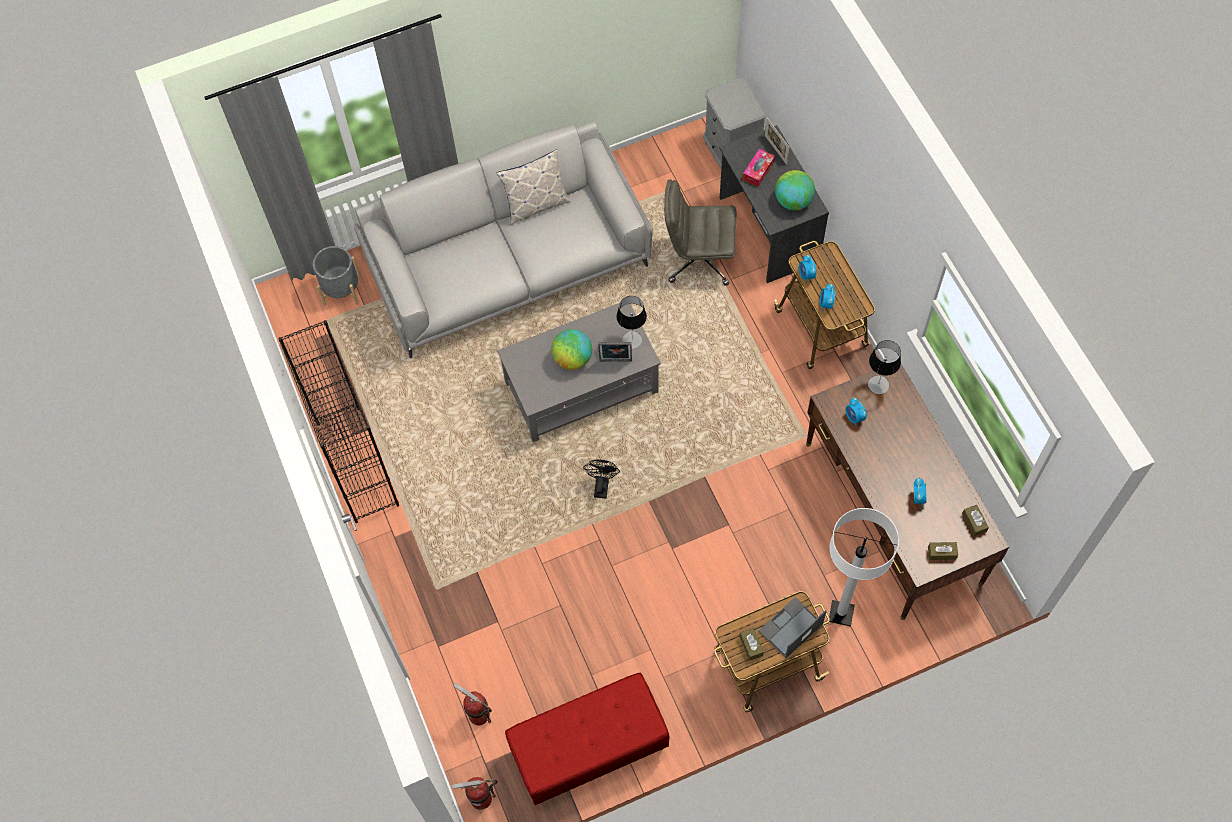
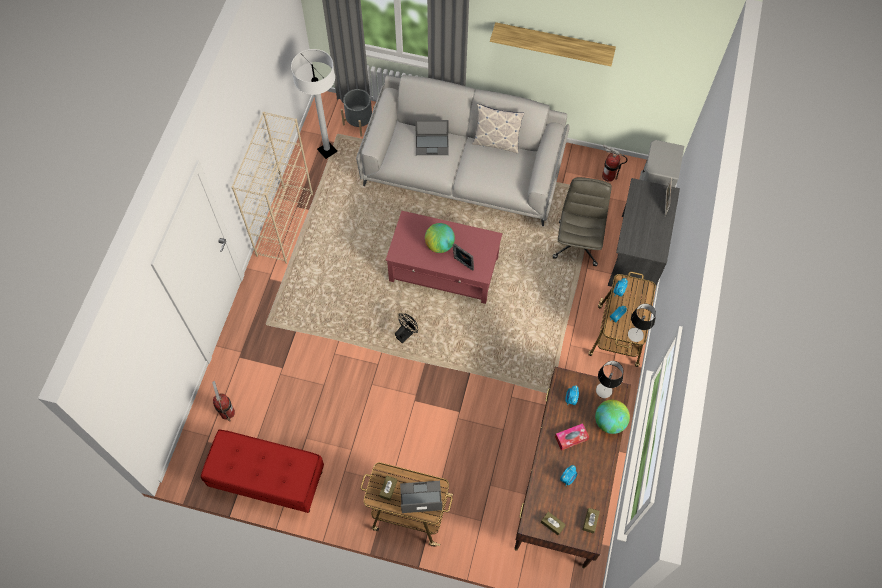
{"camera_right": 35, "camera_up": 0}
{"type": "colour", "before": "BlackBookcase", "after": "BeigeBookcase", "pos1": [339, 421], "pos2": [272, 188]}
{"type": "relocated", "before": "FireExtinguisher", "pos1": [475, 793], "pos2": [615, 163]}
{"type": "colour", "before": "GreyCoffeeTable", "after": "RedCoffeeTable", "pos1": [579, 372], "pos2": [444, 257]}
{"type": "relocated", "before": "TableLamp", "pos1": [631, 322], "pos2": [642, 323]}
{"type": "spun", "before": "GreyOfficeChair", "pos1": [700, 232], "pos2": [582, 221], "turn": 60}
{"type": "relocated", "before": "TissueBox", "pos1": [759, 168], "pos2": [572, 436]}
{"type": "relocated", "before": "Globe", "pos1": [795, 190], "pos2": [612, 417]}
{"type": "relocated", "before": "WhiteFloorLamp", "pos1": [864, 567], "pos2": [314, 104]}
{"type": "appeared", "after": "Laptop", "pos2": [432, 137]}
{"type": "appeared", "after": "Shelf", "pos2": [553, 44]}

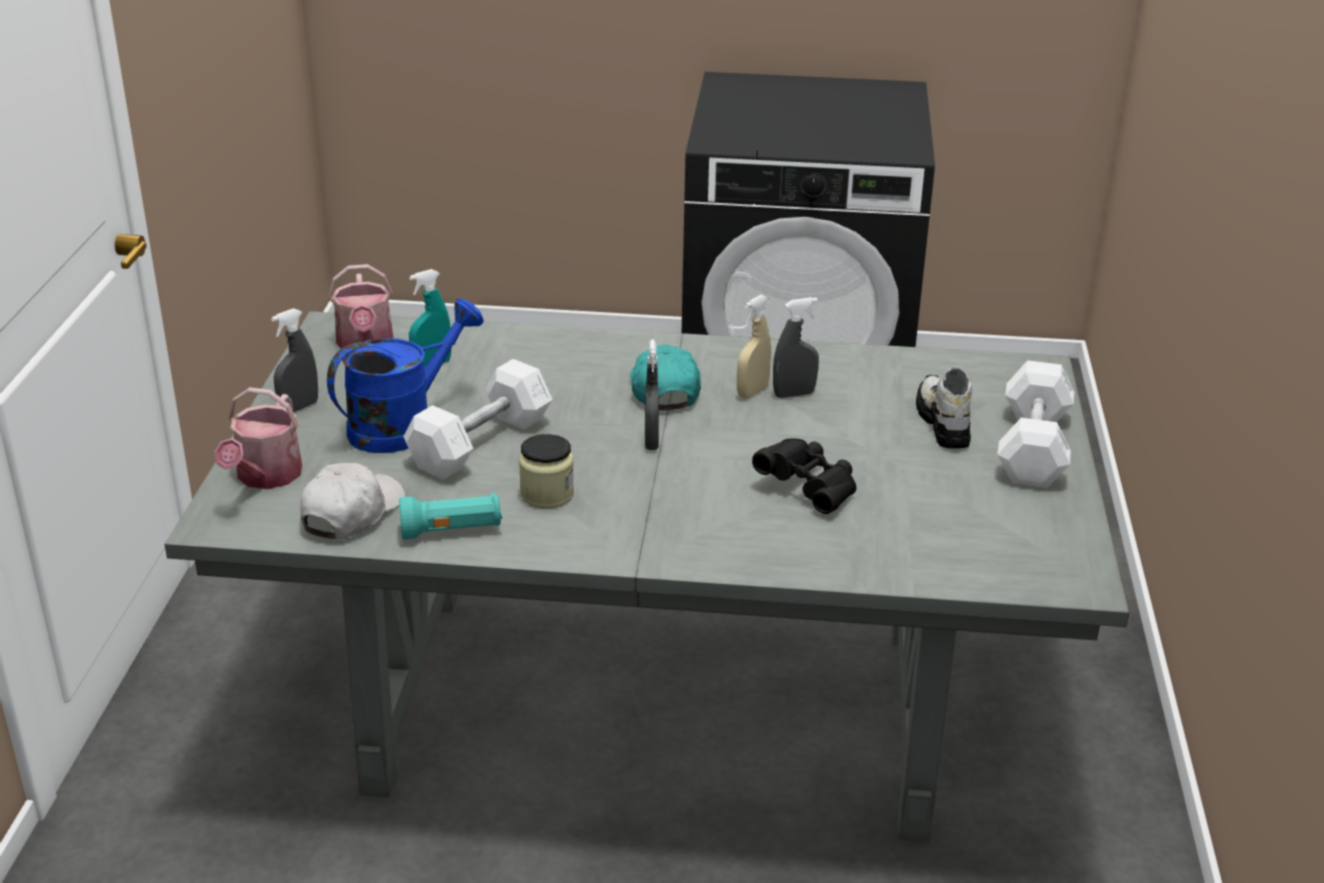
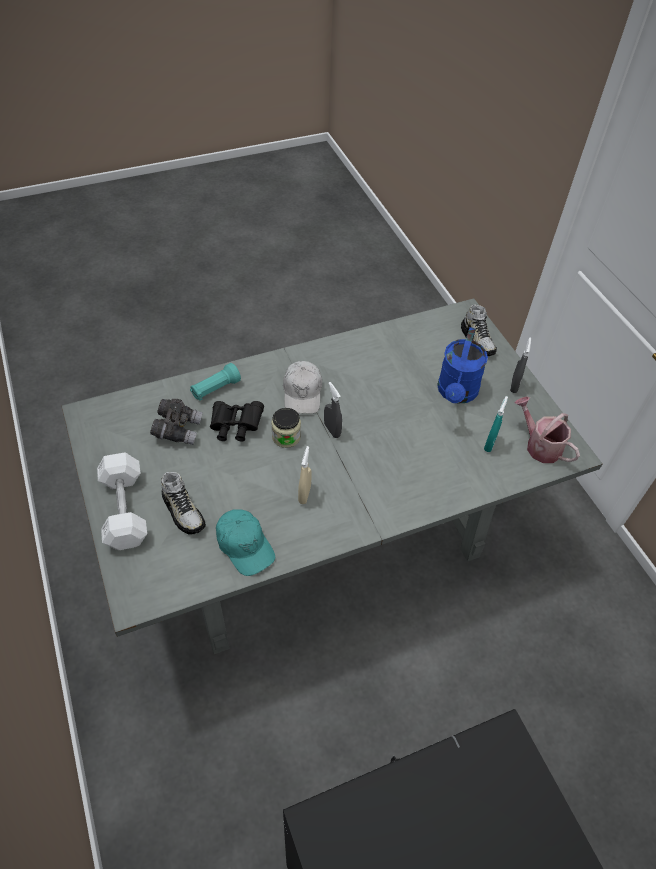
{"camera_right": 150, "camera_up": 20}
{"type": "exchanged", "before": "WateringCan", "after": "Shoe", "pos1": [258, 438], "pos2": [479, 330]}
{"type": "relocated", "before": "WhiteCap", "pos1": [353, 501], "pos2": [302, 387]}
{"type": "relocated", "before": "TurquoiseFlashlight", "pos1": [450, 516], "pos2": [215, 382]}
{"type": "missing", "before": "WhiteDumbbell", "pos1": [478, 419]}
{"type": "relocated", "before": "Jar", "pos1": [546, 471], "pos2": [286, 428]}
{"type": "relocated", "before": "TurquoiseCap", "pos1": [665, 377], "pos2": [245, 542]}
{"type": "missing", "before": "GreySprayBottle", "pos1": [796, 347]}
{"type": "appeared", "after": "GreyBinoculars", "pos2": [176, 422]}

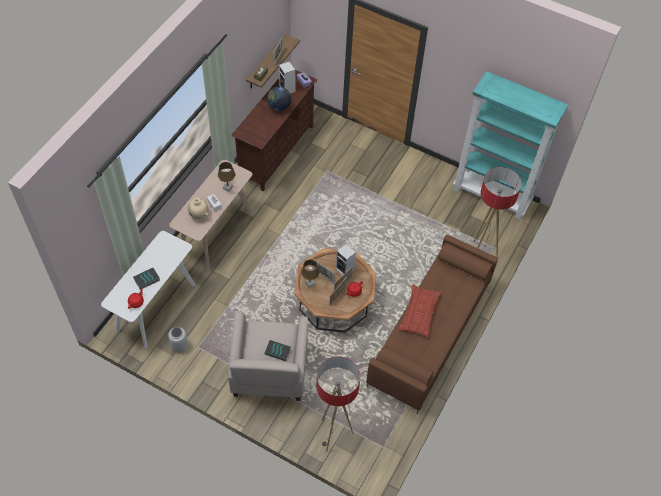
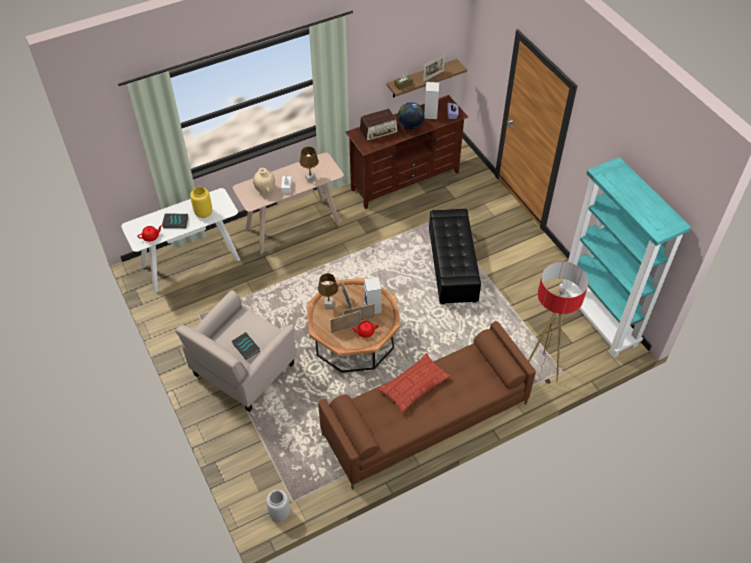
{"camera_right": 35, "camera_up": -5}
{"type": "relocated", "before": "GreyVase", "pos1": [178, 339], "pos2": [278, 506]}
{"type": "missing", "before": "FloorLamp", "pos1": [338, 404]}
{"type": "appeared", "after": "YellowVase", "pos2": [201, 202]}
{"type": "appeared", "after": "Radio", "pos2": [379, 125]}
{"type": "appeared", "after": "BlackOttoman", "pos2": [455, 256]}

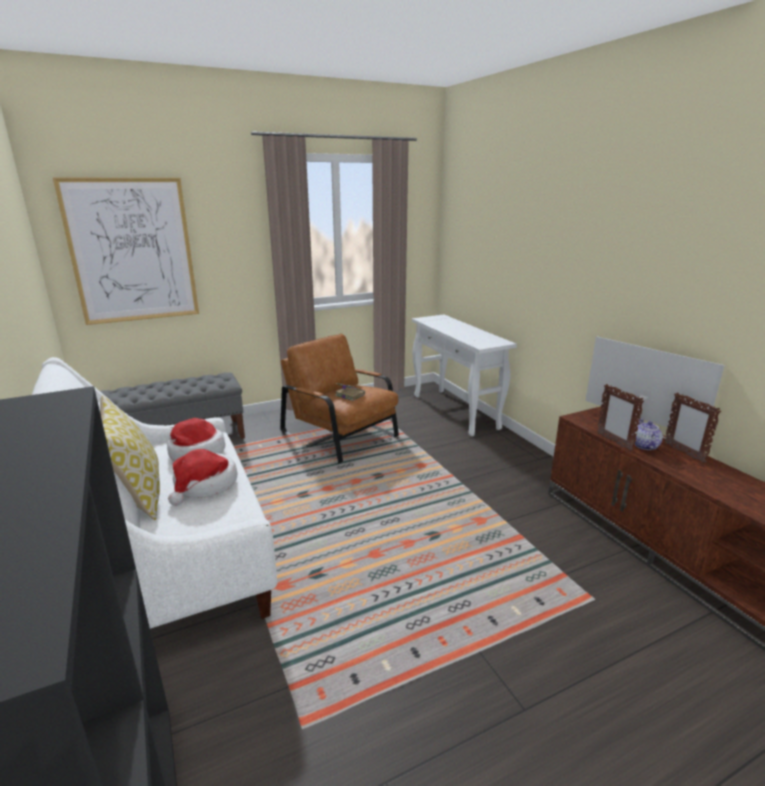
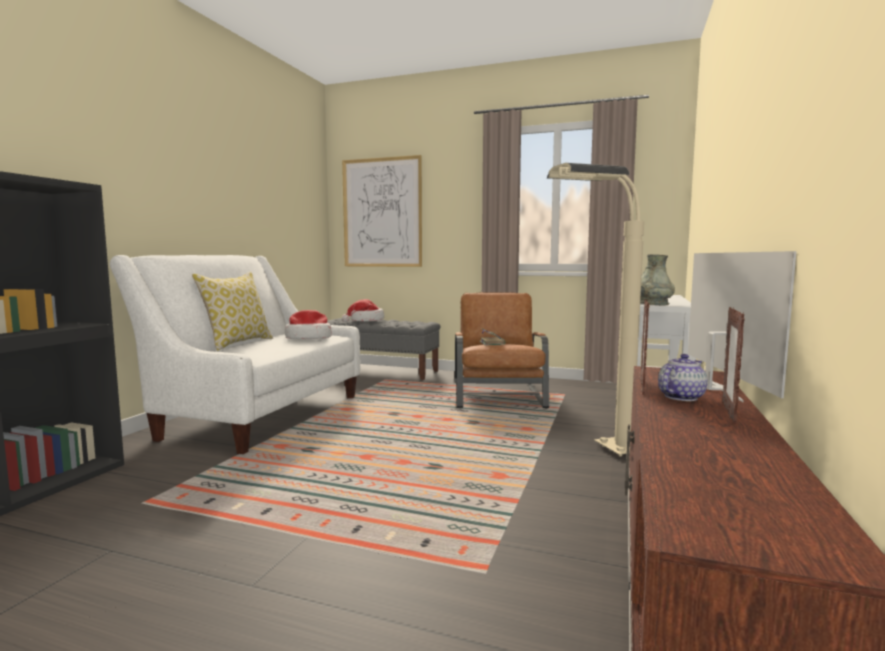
{"camera_right": 45, "camera_up": -15}
{"type": "relocated", "before": "Hat", "pos1": [202, 477], "pos2": [363, 310]}
{"type": "appeared", "after": "BeigeFloorLamp", "pos2": [595, 310]}
{"type": "appeared", "after": "GreyVase", "pos2": [657, 280]}

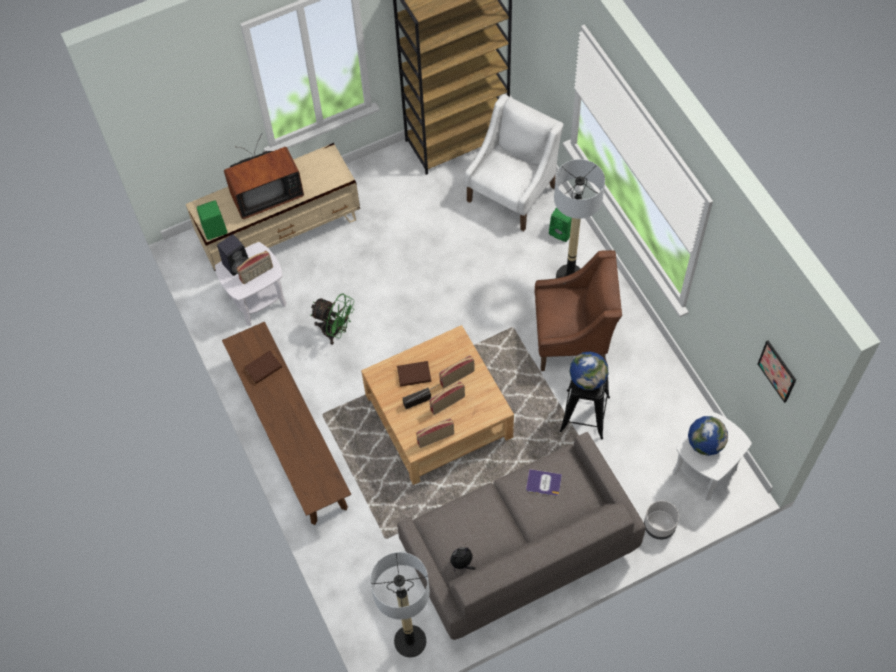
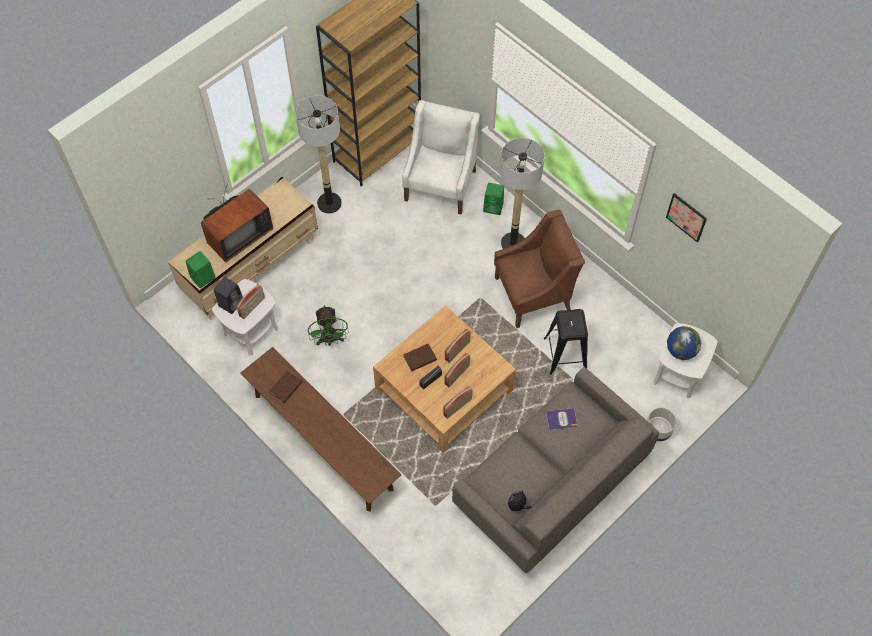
{"camera_right": -20, "camera_up": 0}
{"type": "spun", "before": "GreenFan", "pos1": [333, 319], "pos2": [328, 325], "turn": 75}
{"type": "relocated", "before": "FloorLamp", "pos1": [400, 605], "pos2": [319, 155]}
{"type": "missing", "before": "Globe", "pos1": [589, 370]}
{"type": "relocated", "before": "Picture", "pos1": [777, 371], "pos2": [686, 218]}

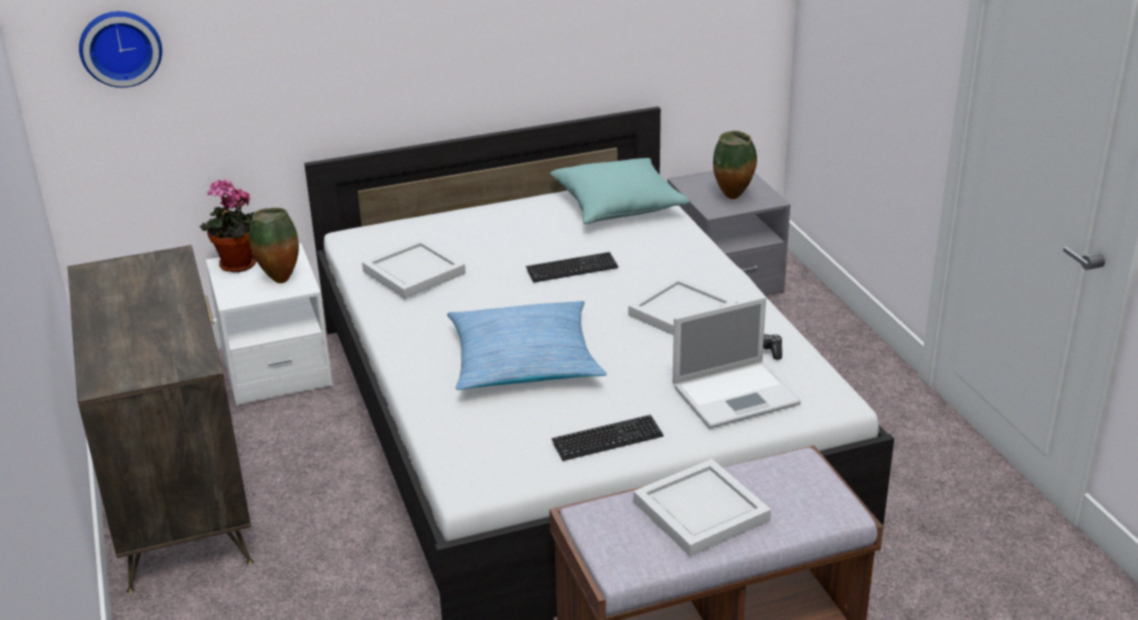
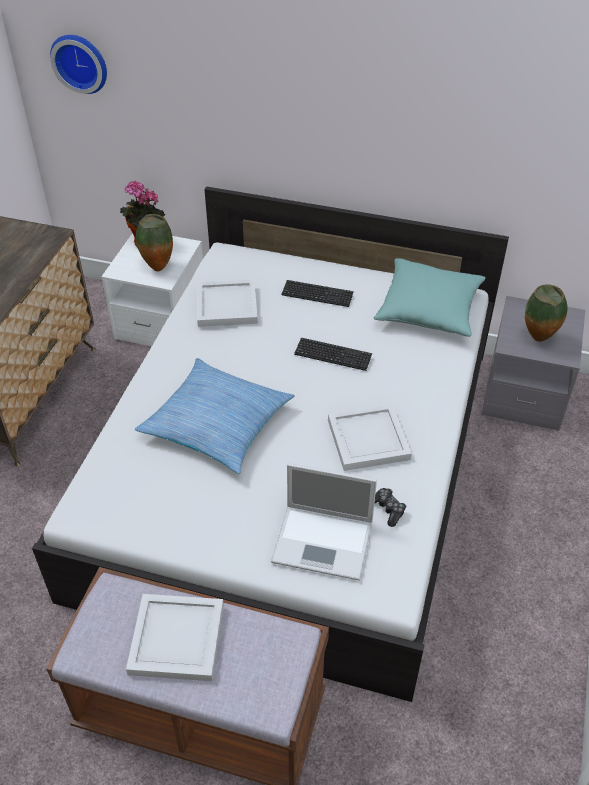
{"camera_right": 35, "camera_up": 15}
{"type": "relocated", "before": "Keyboard", "pos1": [607, 438], "pos2": [317, 293]}

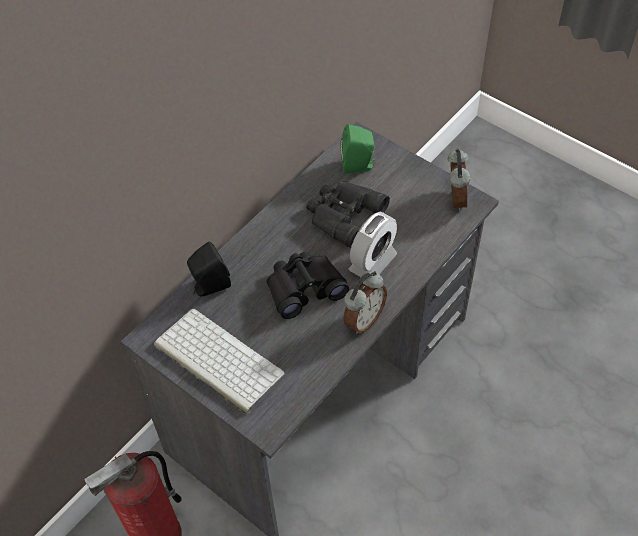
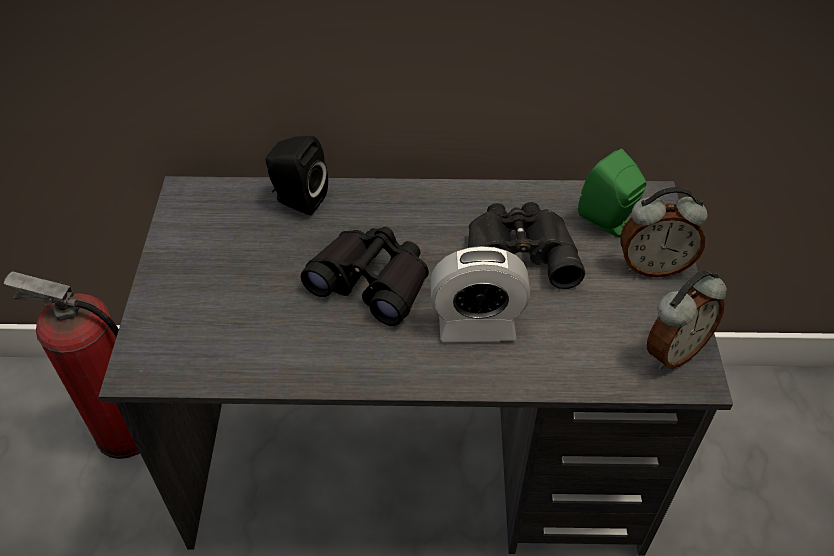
{"camera_right": 50, "camera_up": -5}
{"type": "missing", "before": "Keyboard", "pos1": [219, 361]}
{"type": "relocated", "before": "AlarmClock", "pos1": [365, 302], "pos2": [663, 232]}

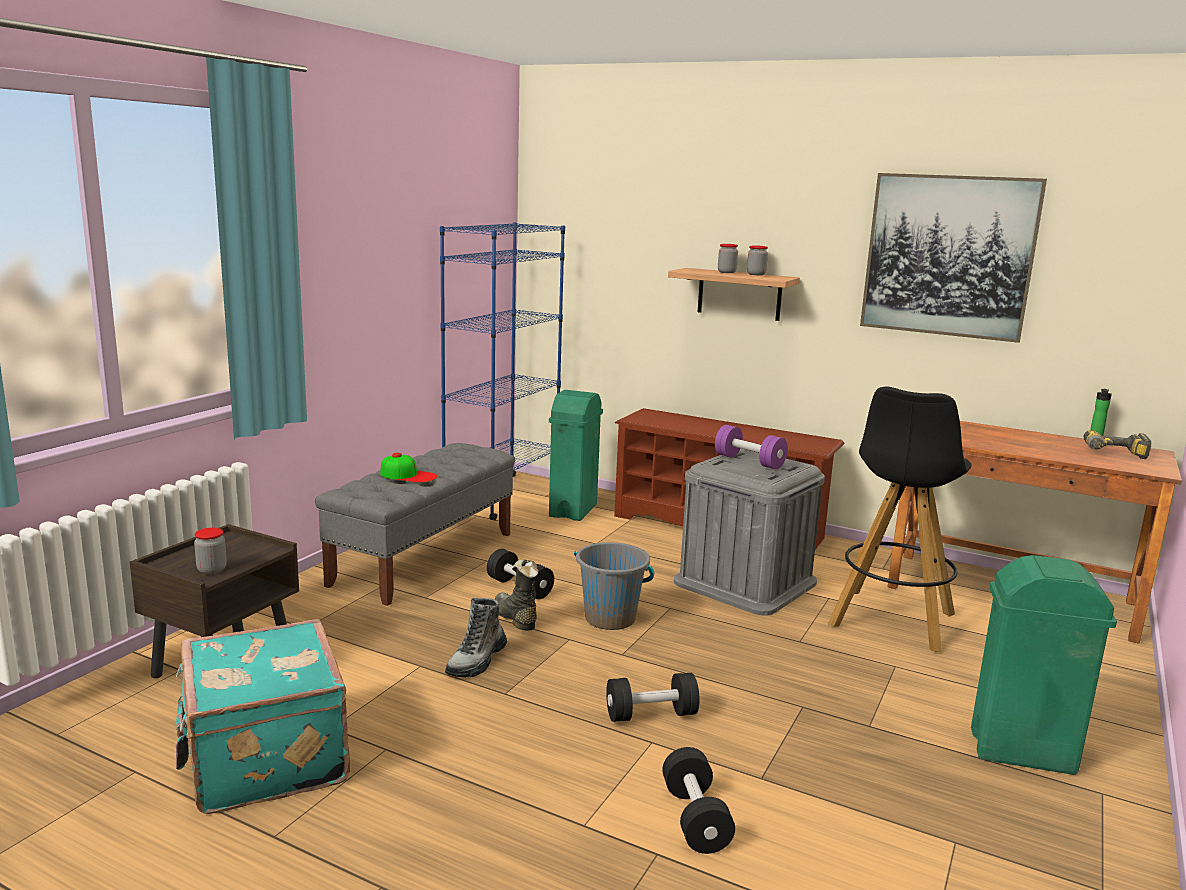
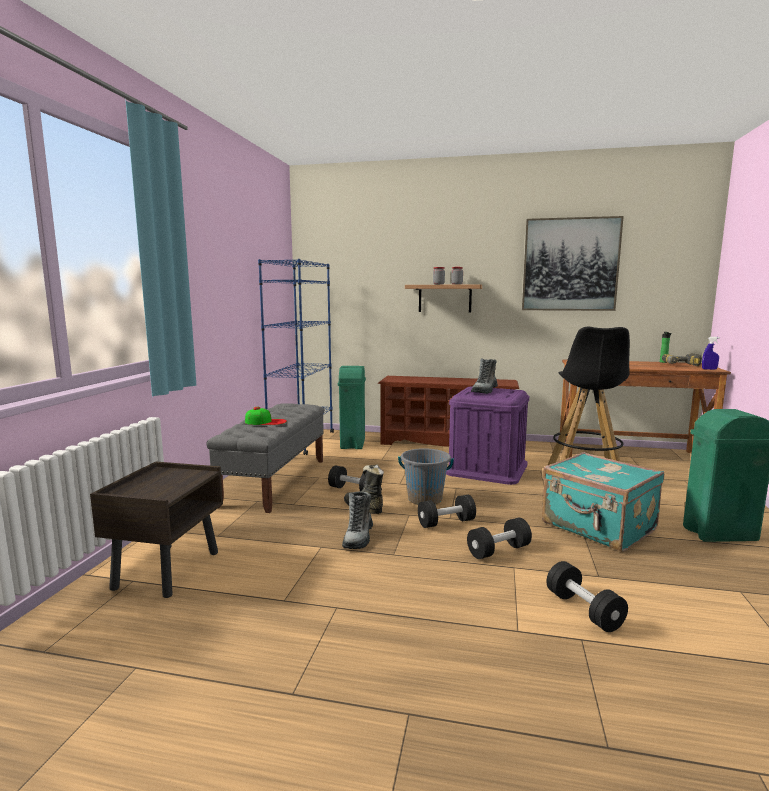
{"camera_right": -15, "camera_up": -5}
{"type": "relocated", "before": "TurquoiseSuitcase", "pos1": [263, 716], "pos2": [603, 502]}
{"type": "missing", "before": "Jar", "pos1": [210, 551]}
{"type": "colour", "before": "GreyStorageBox", "after": "PurpleStorageBox", "pos1": [749, 532], "pos2": [487, 435]}
{"type": "exchanged", "before": "PurpleDumbbell", "after": "Boot", "pos1": [751, 447], "pos2": [484, 376]}
{"type": "appeared", "after": "BlackDumbbell", "pos2": [447, 511]}
{"type": "appeared", "after": "BlueSprayBottle", "pos2": [711, 353]}

